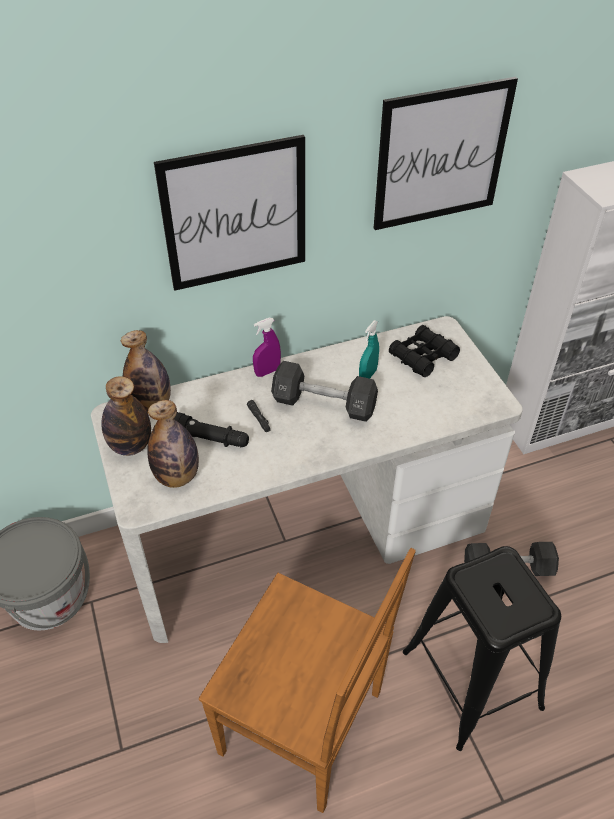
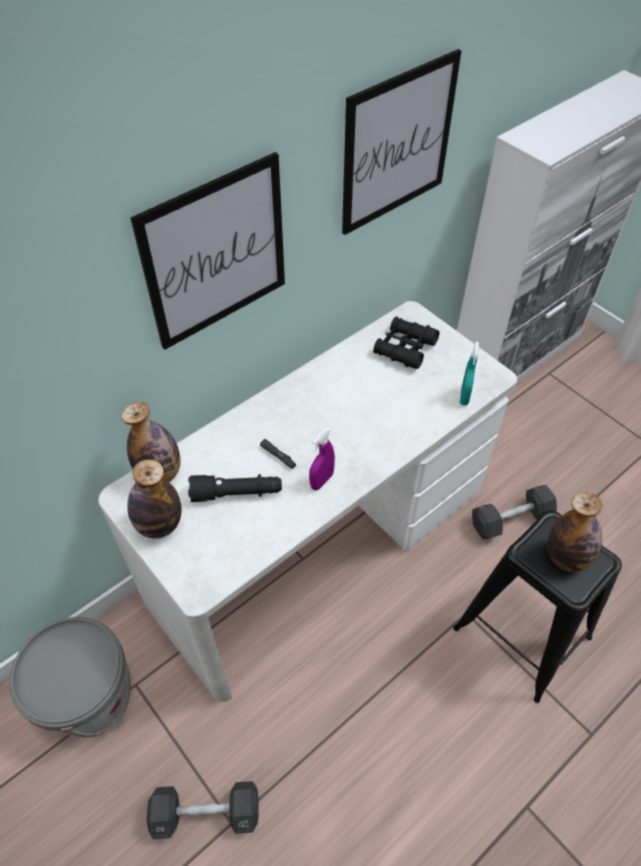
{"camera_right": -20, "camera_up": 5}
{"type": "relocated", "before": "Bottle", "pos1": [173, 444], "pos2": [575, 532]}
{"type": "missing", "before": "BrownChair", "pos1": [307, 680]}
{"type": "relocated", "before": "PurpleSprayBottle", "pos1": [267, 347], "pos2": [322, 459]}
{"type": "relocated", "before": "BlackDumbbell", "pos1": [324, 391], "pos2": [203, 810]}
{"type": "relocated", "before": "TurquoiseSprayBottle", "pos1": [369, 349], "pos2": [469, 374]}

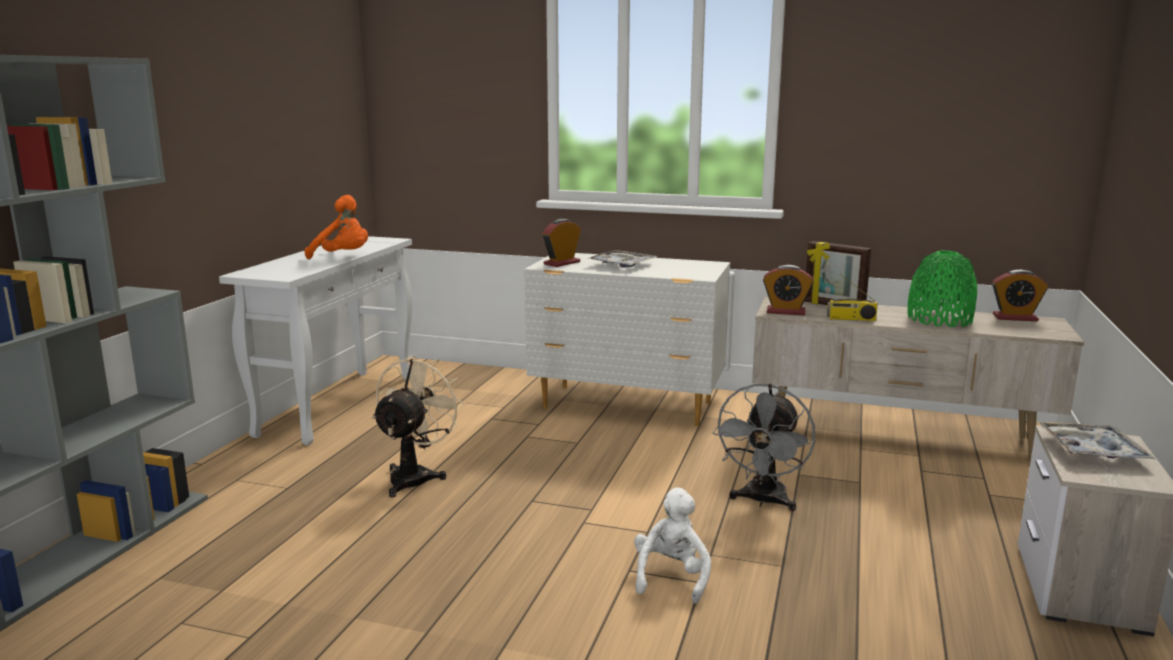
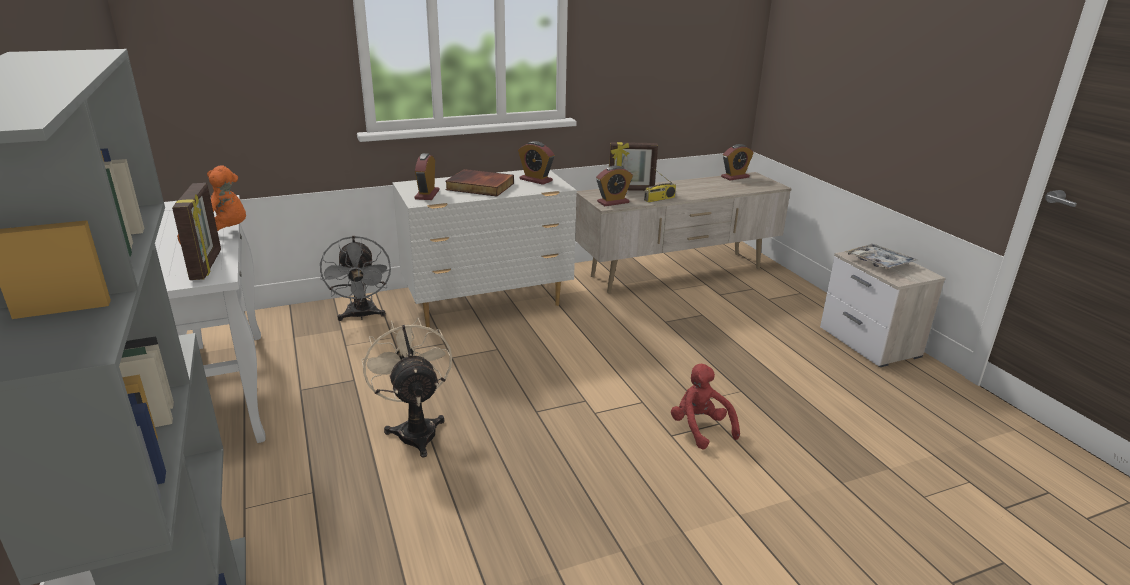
{"camera_right": -40, "camera_up": 10}
{"type": "exchanged", "before": "Tray", "after": "Book", "pos1": [622, 259], "pos2": [479, 182]}
{"type": "colour", "before": "WhitePlushToy", "after": "RedPlushToy", "pos1": [672, 545], "pos2": [705, 406]}
{"type": "relocated", "before": "GreyFan", "pos1": [764, 447], "pos2": [355, 278]}
{"type": "missing", "before": "GreenVase", "pos1": [942, 289]}
{"type": "appeared", "after": "PictureFrame", "pos2": [196, 231]}
{"type": "appeared", "after": "AlarmClock", "pos2": [536, 163]}

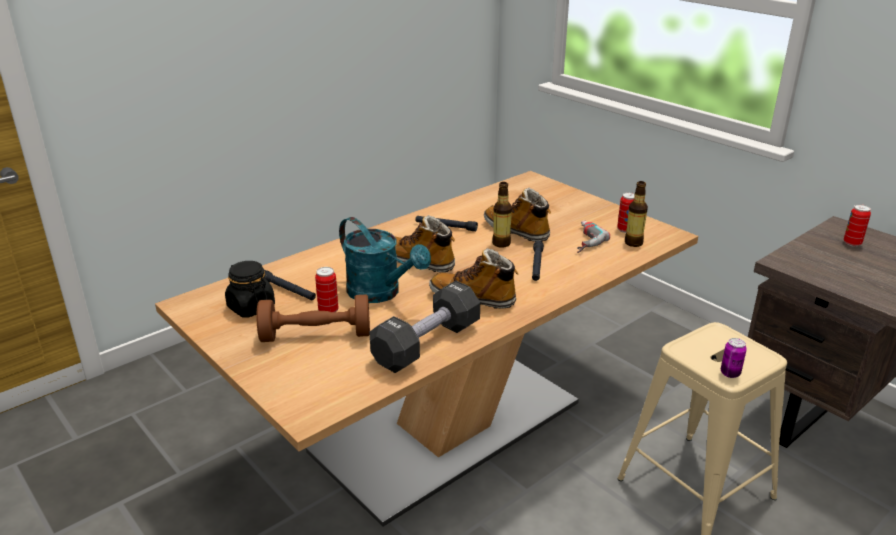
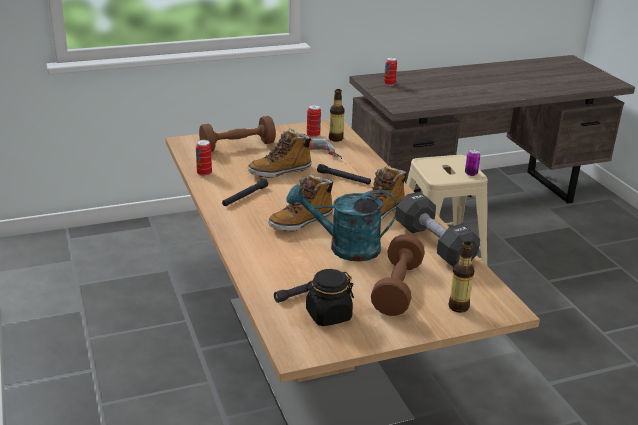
{"camera_right": -70, "camera_up": 0}
{"type": "relocated", "before": "Can", "pos1": [326, 289], "pos2": [204, 158]}
{"type": "spun", "before": "TurquoiseWateringCan", "pos1": [385, 260], "pos2": [342, 223], "turn": -150}
{"type": "relocated", "before": "Bottle", "pos1": [502, 215], "pos2": [461, 277]}
{"type": "appeared", "after": "BrownDumbbell", "pos2": [237, 134]}

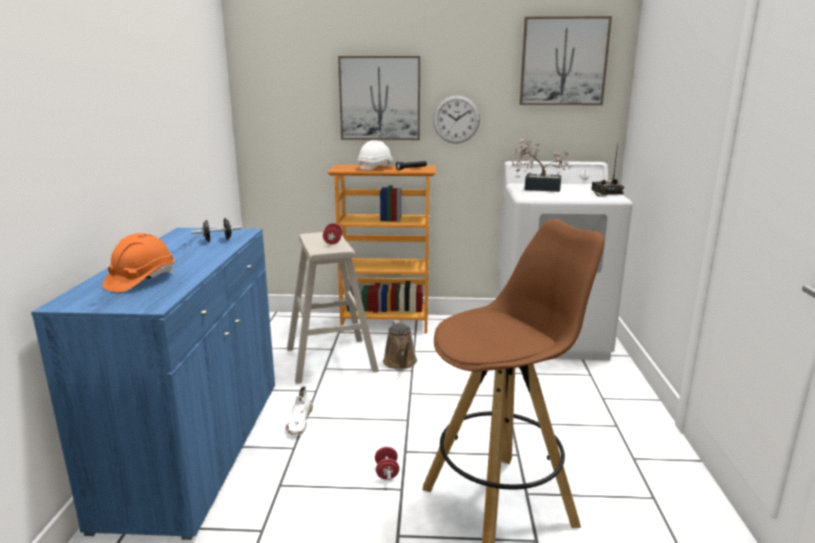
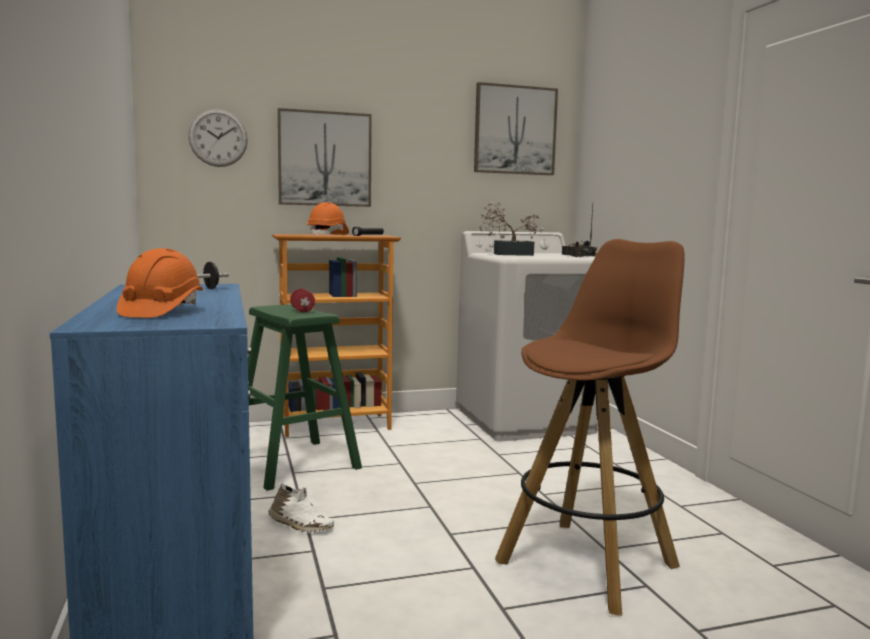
{"camera_right": -20, "camera_up": -10}
{"type": "spun", "before": "WhiteShoe", "pos1": [299, 410], "pos2": [301, 508], "turn": -45}
{"type": "colour", "before": "BeigeStool", "after": "GreenStool", "pos1": [333, 308], "pos2": [305, 397]}
{"type": "colour", "before": "WhiteHardHat", "after": "OrangeHardHat", "pos1": [377, 155], "pos2": [328, 219]}
{"type": "missing", "before": "RedDumbbell", "pos1": [387, 463]}
{"type": "missing", "before": "BrownWateringCan", "pos1": [400, 344]}
{"type": "relocated", "before": "WallClock", "pos1": [456, 119], "pos2": [218, 138]}

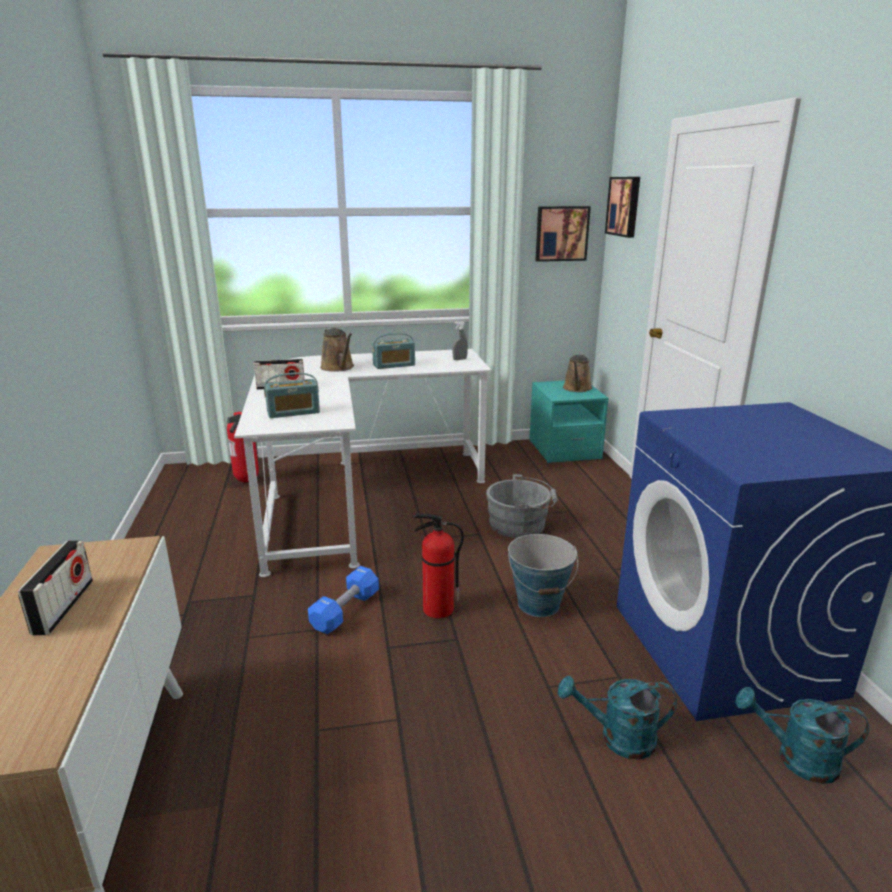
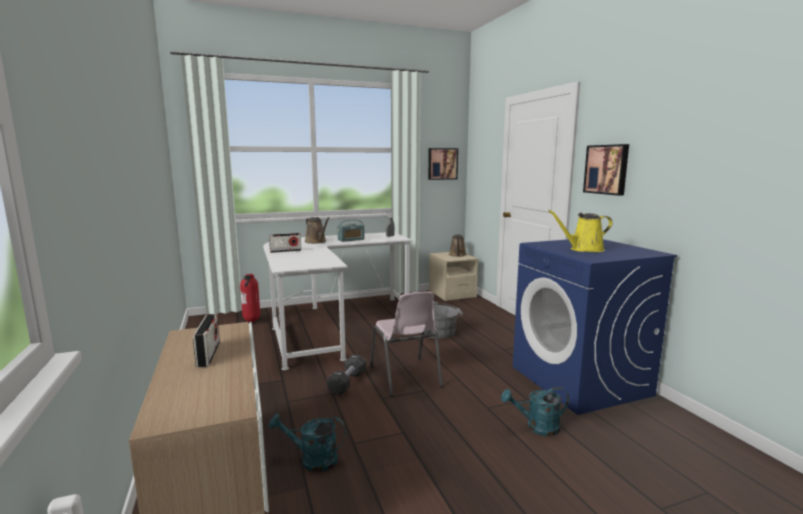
{"camera_right": -10, "camera_up": -10}
{"type": "missing", "before": "Radio", "pos1": [292, 395]}
{"type": "colour", "before": "BlueDumbbell", "after": "BlackDumbbell", "pos1": [343, 600], "pos2": [346, 375]}
{"type": "exchanged", "before": "FireExtinguisher", "after": "PinkChair", "pos1": [438, 565], "pos2": [406, 344]}
{"type": "missing", "before": "Bucket", "pos1": [543, 575]}
{"type": "colour", "before": "TurquoiseNightstand", "after": "BeigeNightstand", "pos1": [569, 422], "pos2": [453, 276]}
{"type": "relocated", "before": "Picture", "pos1": [622, 207], "pos2": [606, 170]}
{"type": "relocated", "before": "TurquoiseWateringCan", "pos1": [802, 735], "pos2": [307, 443]}
{"type": "appeared", "after": "YellowWateringCan", "pos2": [580, 231]}

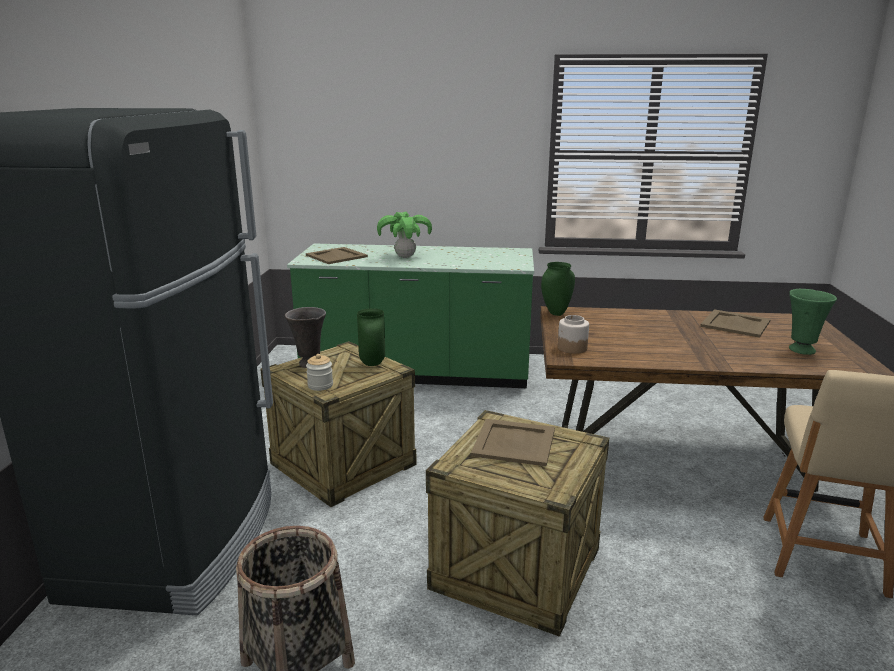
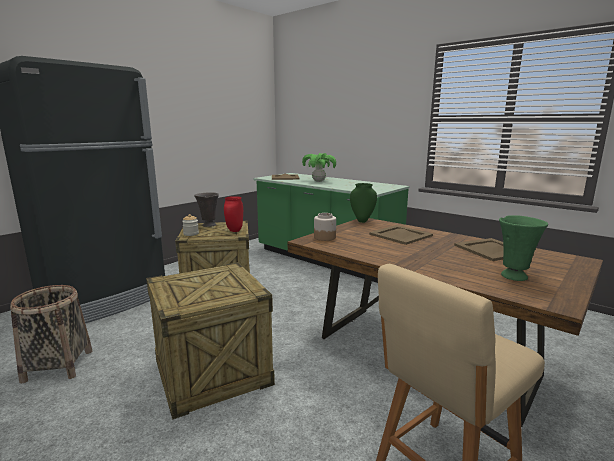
{"camera_right": 35, "camera_up": -5}
{"type": "colour", "before": "GreenVase", "after": "RedVase", "pos1": [371, 337], "pos2": [233, 214]}
{"type": "relocated", "before": "BeigeTray", "pos1": [513, 442], "pos2": [401, 235]}

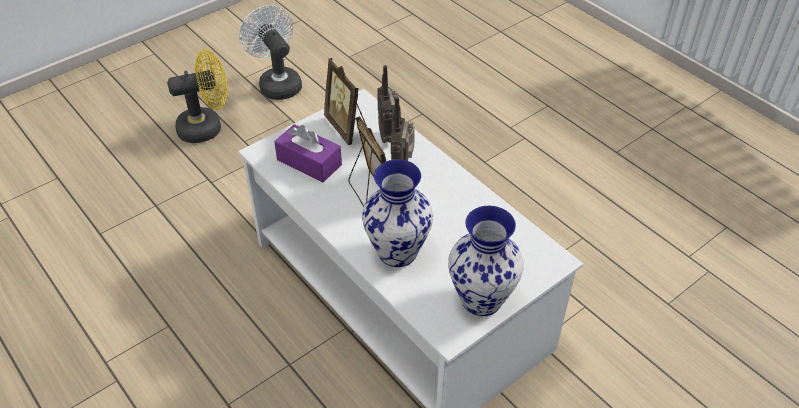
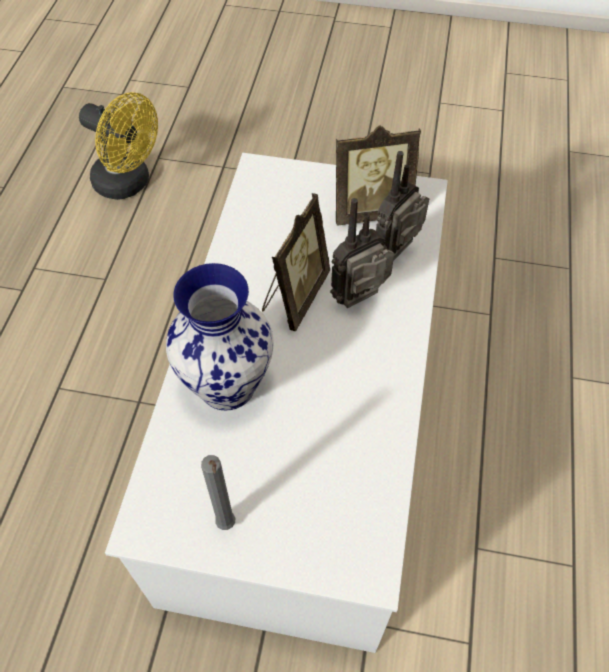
{"camera_right": 50, "camera_up": 10}
{"type": "relocated", "before": "YellowFan", "pos1": [197, 96], "pos2": [118, 146]}
{"type": "missing", "before": "WhiteFan", "pos1": [270, 52]}
{"type": "missing", "before": "PurpleTissueBox", "pos1": [308, 153]}
{"type": "spun", "before": "PictureFrame", "pos1": [345, 101], "pos2": [378, 175], "turn": -120}
{"type": "exchanged", "before": "Vase", "after": "GreyCandle", "pos1": [486, 261], "pos2": [218, 492]}

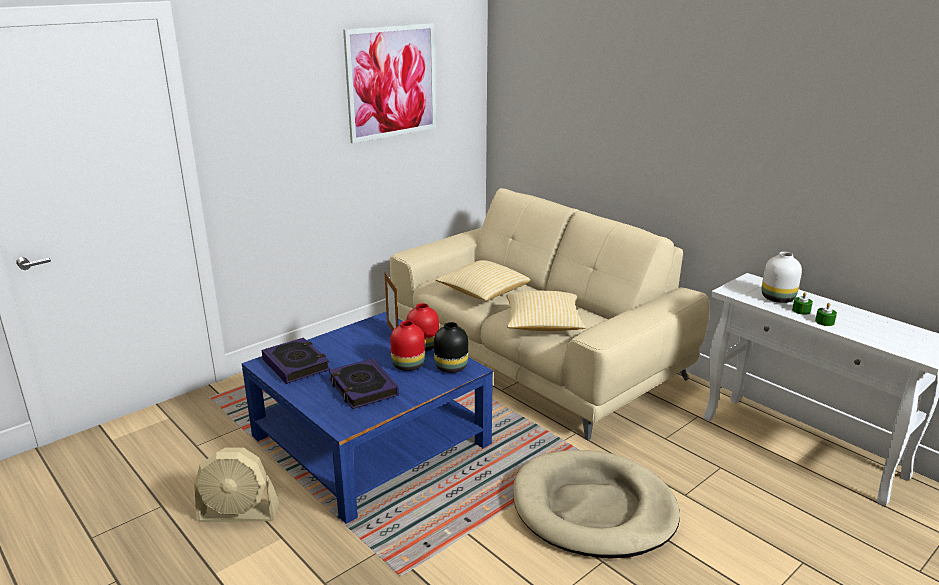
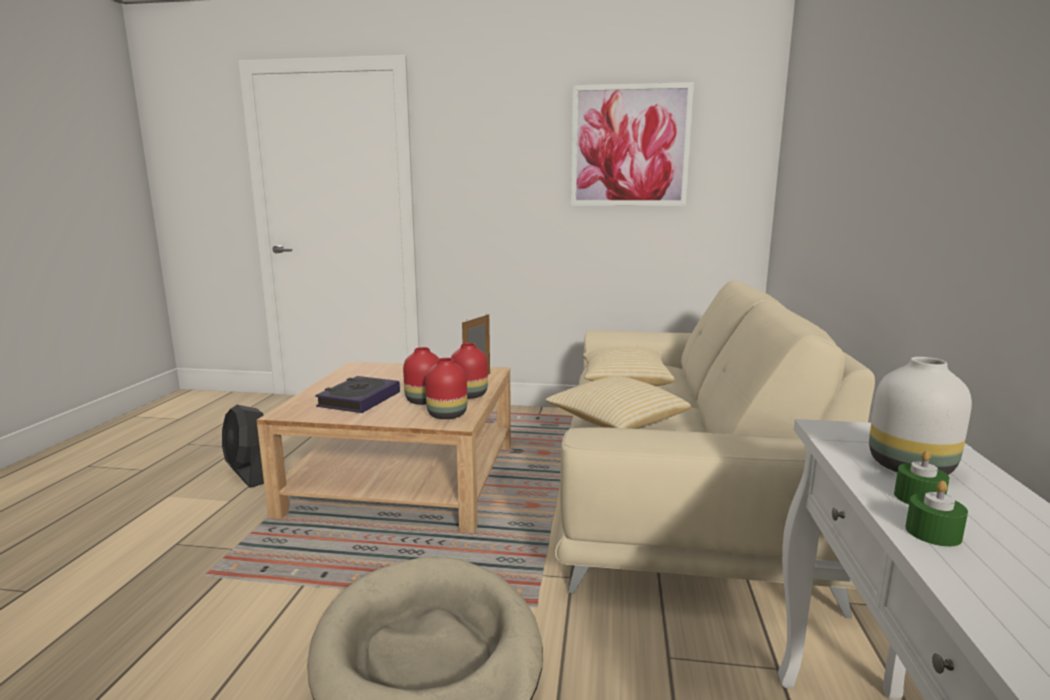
{"camera_right": 50, "camera_up": -10}
{"type": "colour", "before": "BeigeFan", "after": "BlackFan", "pos1": [236, 484], "pos2": [243, 446]}
{"type": "colour", "before": "BlueCoffeeTable", "after": "BeigeCoffeeTable", "pos1": [367, 418], "pos2": [384, 447]}
{"type": "missing", "before": "Book", "pos1": [296, 361]}
{"type": "colour", "before": "BlackVase", "after": "RedVase", "pos1": [451, 347], "pos2": [446, 388]}

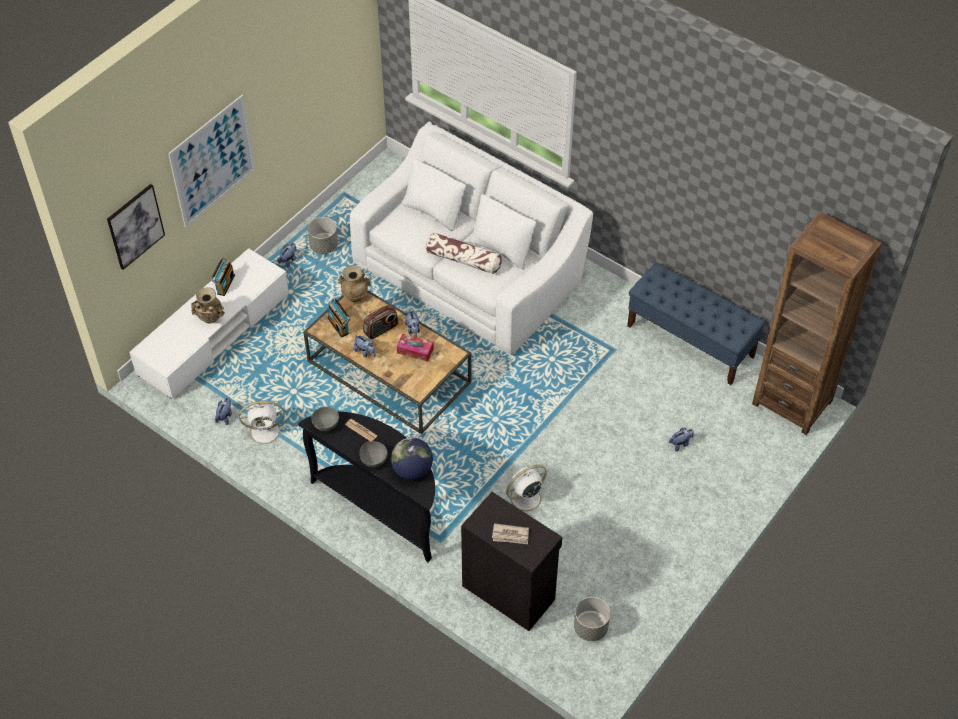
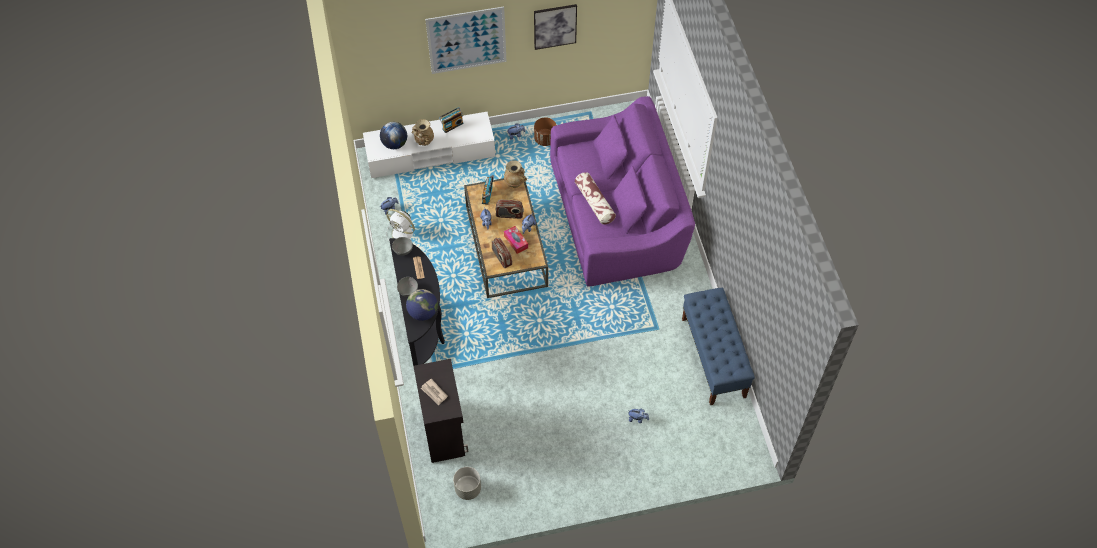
{"camera_right": 40, "camera_up": 5}
{"type": "relocated", "before": "Picture", "pos1": [136, 227], "pos2": [555, 27]}
{"type": "colour", "before": "GreyPlanter", "after": "BrownPlanter", "pos1": [322, 235], "pos2": [545, 131]}
{"type": "colour", "before": "WhiteSofa", "after": "PurpleSofa", "pos1": [471, 239], "pos2": [622, 191]}
{"type": "missing", "before": "WhiteFan", "pos1": [526, 491]}
{"type": "missing", "before": "BrownBookcase", "pos1": [817, 323]}
{"type": "appeared", "after": "Globe", "pos2": [393, 135]}
{"type": "appeared", "after": "Radio", "pos2": [502, 253]}

